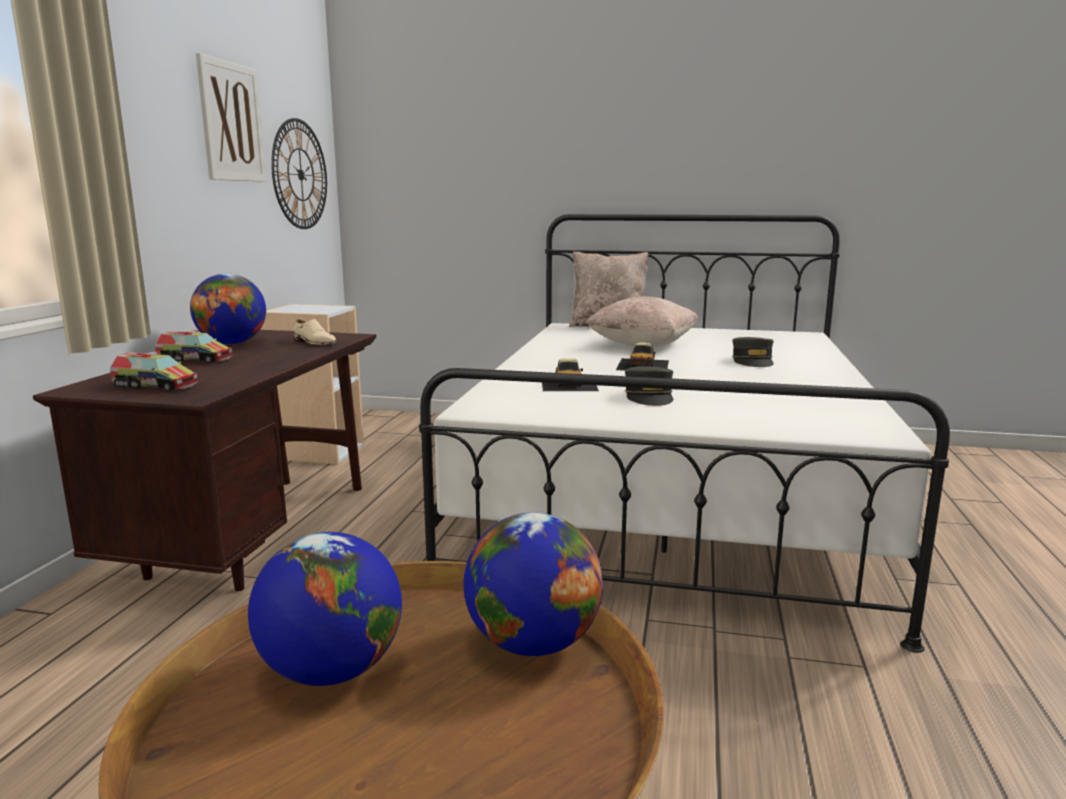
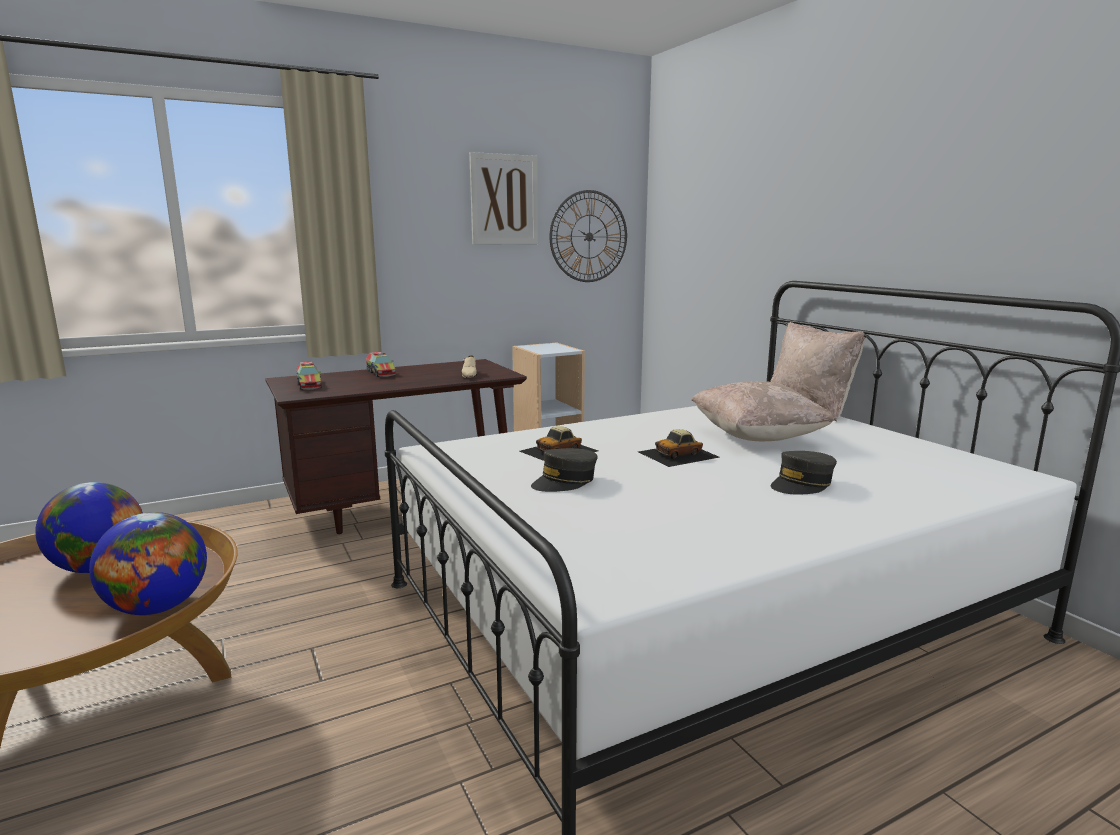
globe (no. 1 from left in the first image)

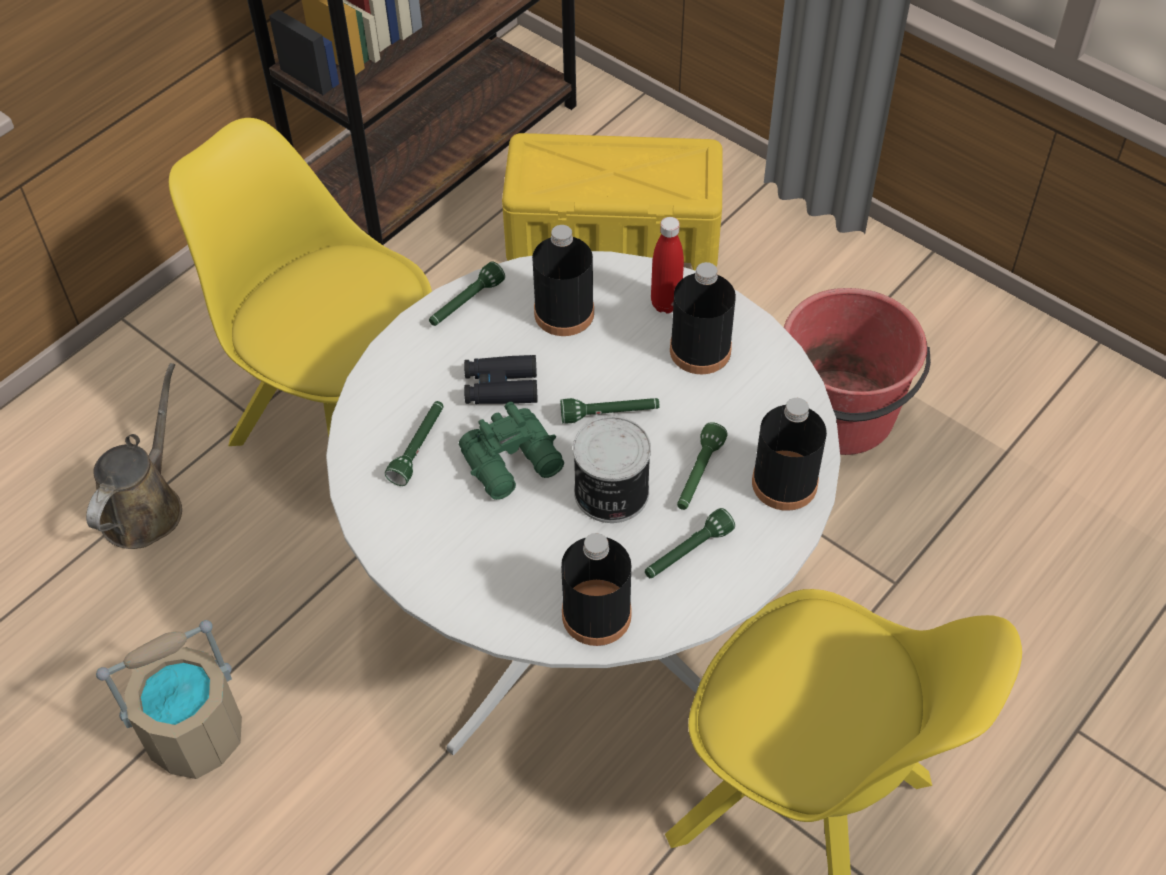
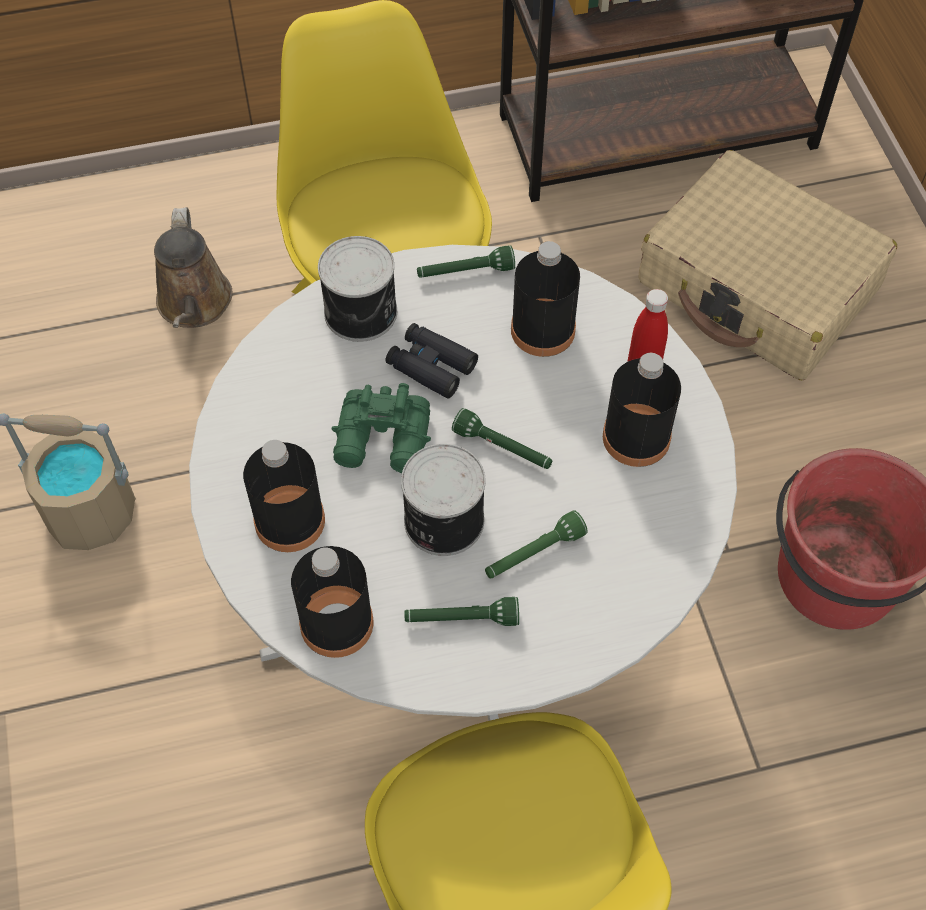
suitcase in beige
watering can in brown
bottle in black (no. 1 from left)
flashlight in green (no. 1 from left in the first image)
can (no. 1 from left)

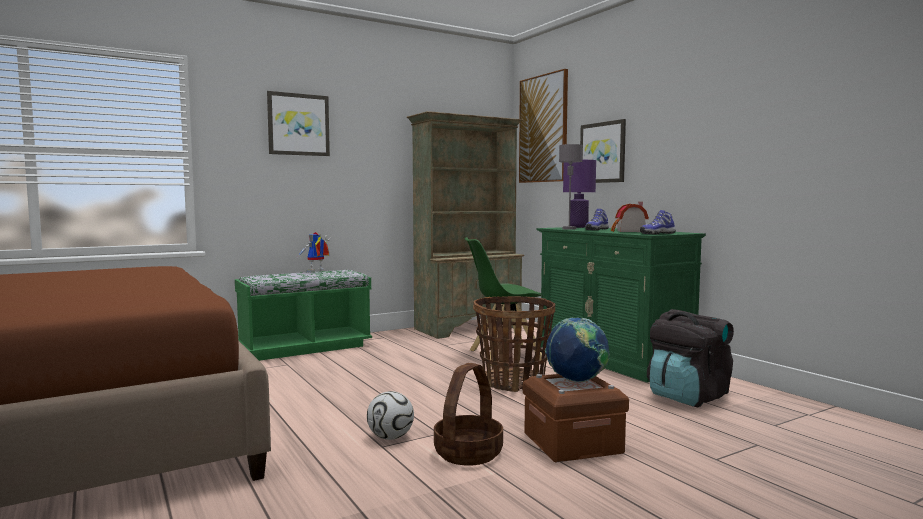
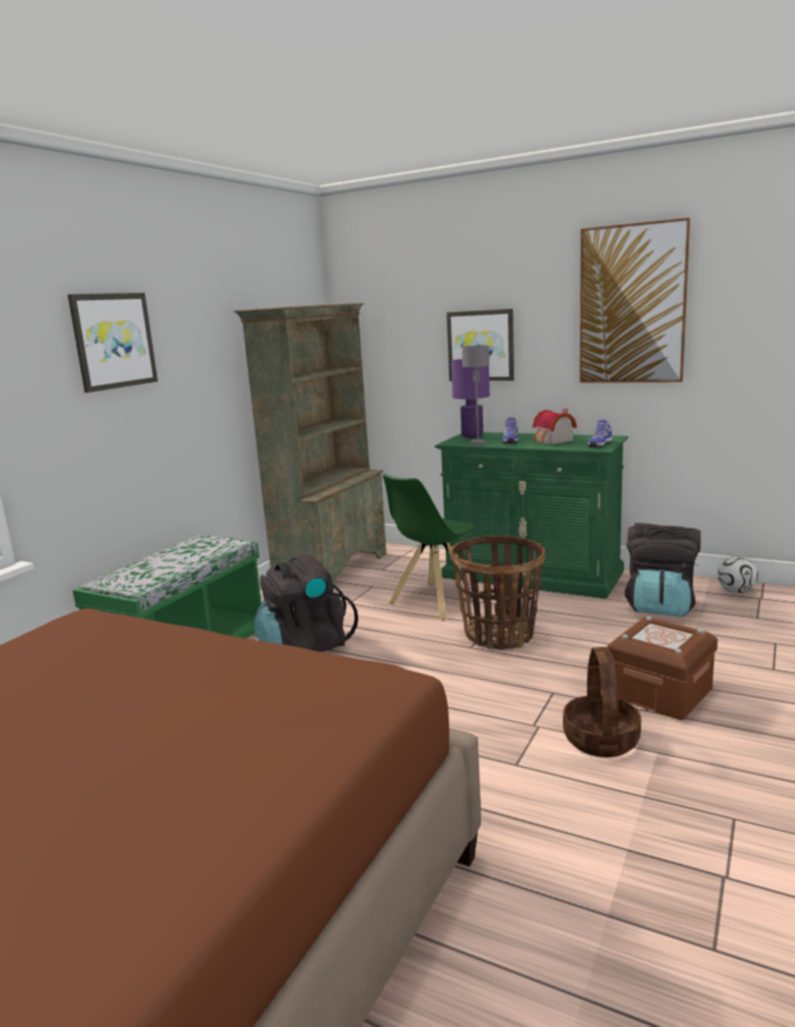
picture (no. 3 from left)
toy robot
globe
football
backpack in black (no. 1 from left)

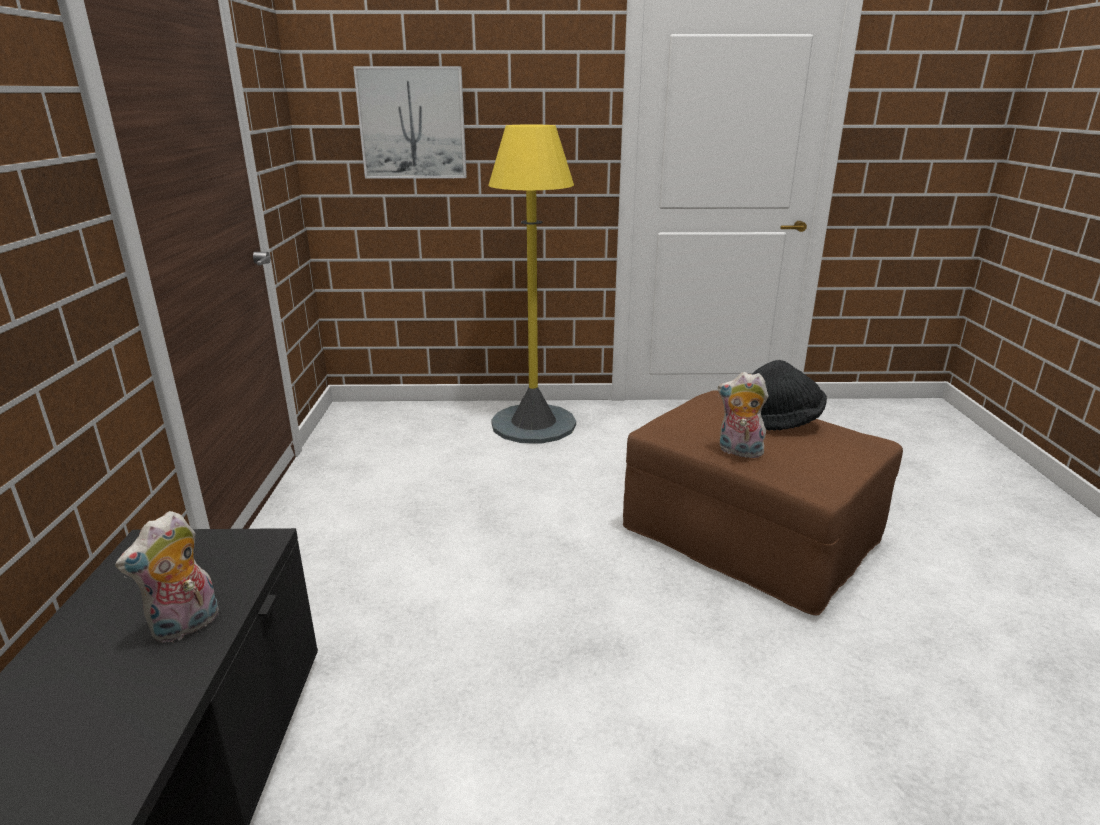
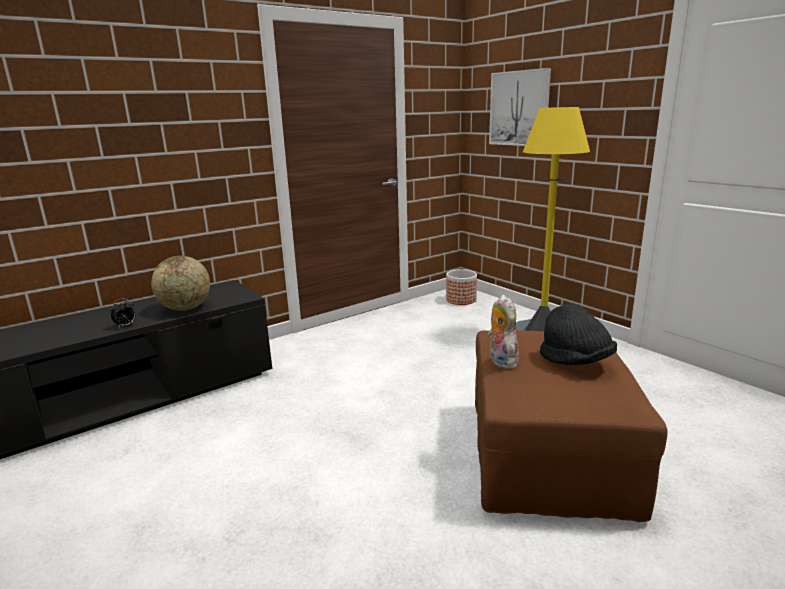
globe
planter
alarm clock

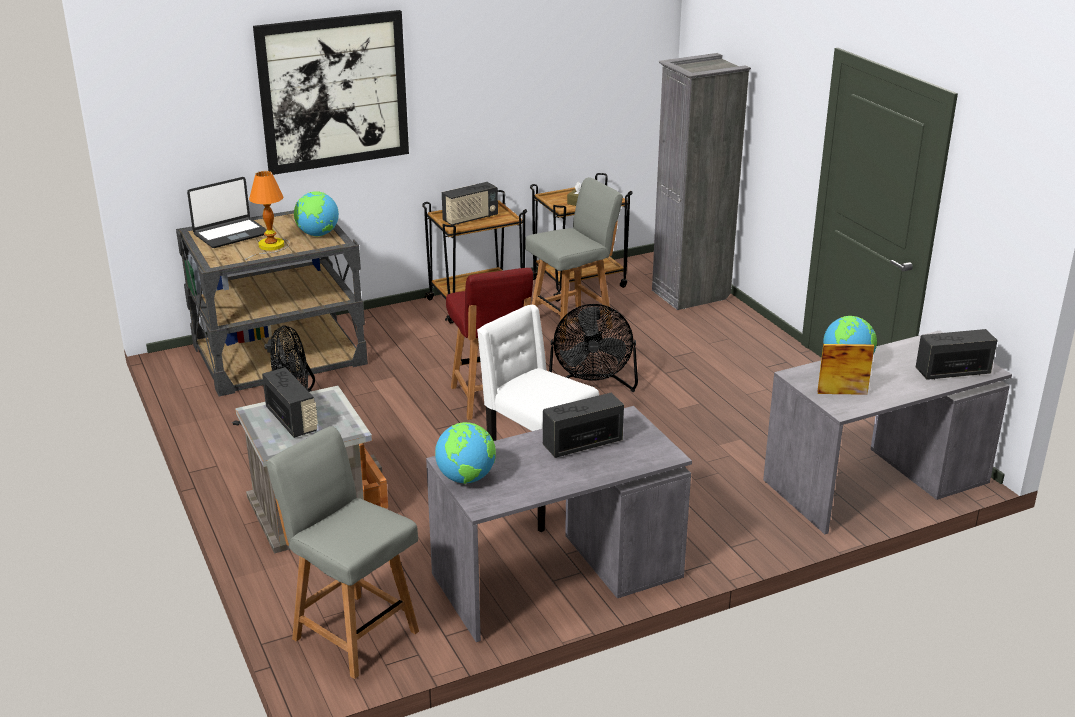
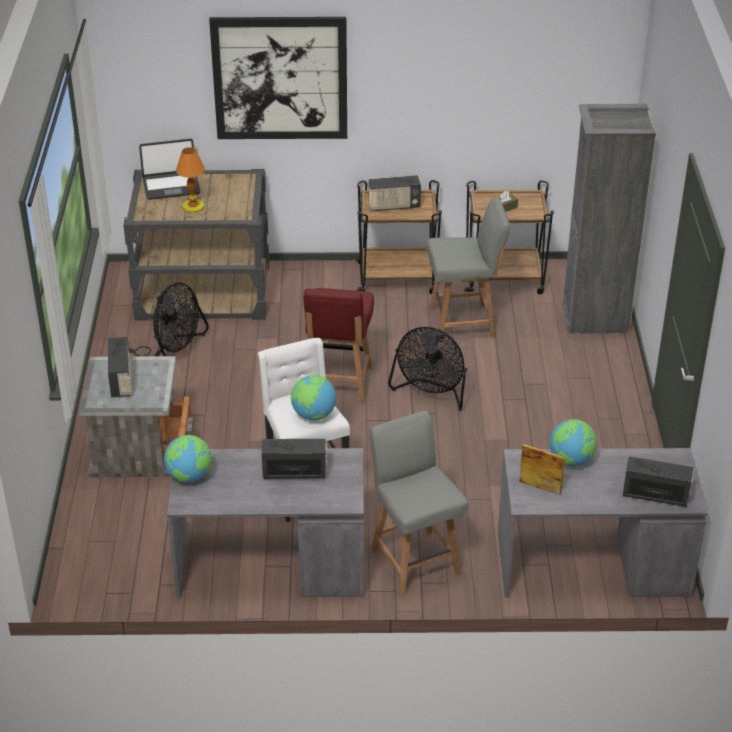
globe (no. 2 from left)
chair in grey (no. 1 from left)

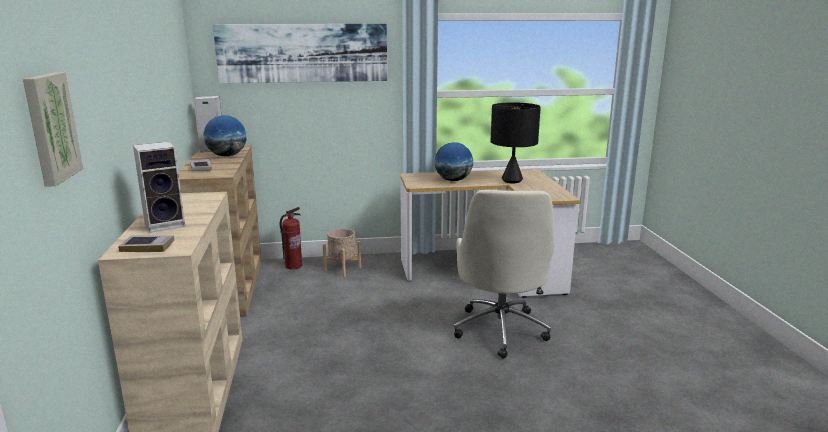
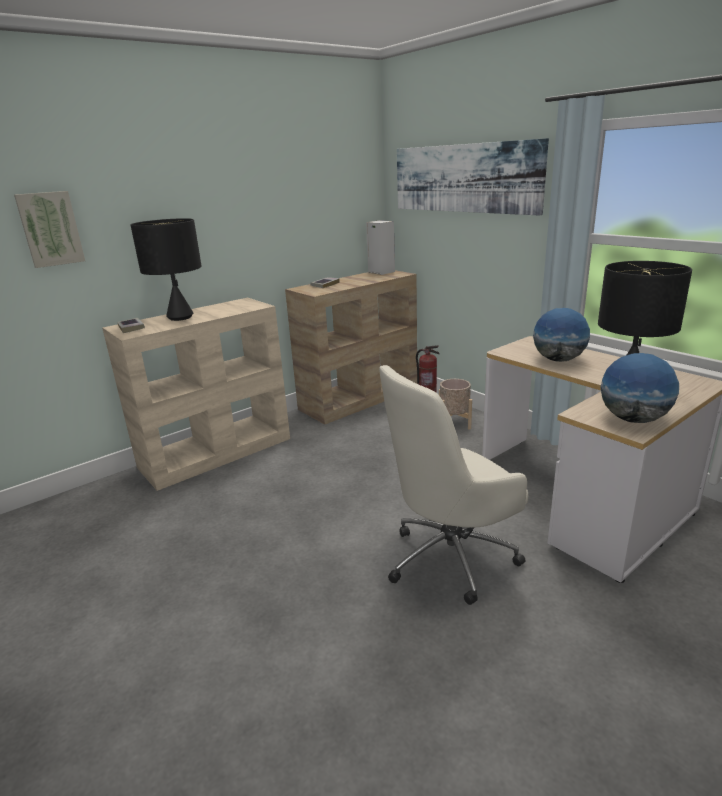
globe (no. 2 from left)
table lamp in black (no. 1 from left)

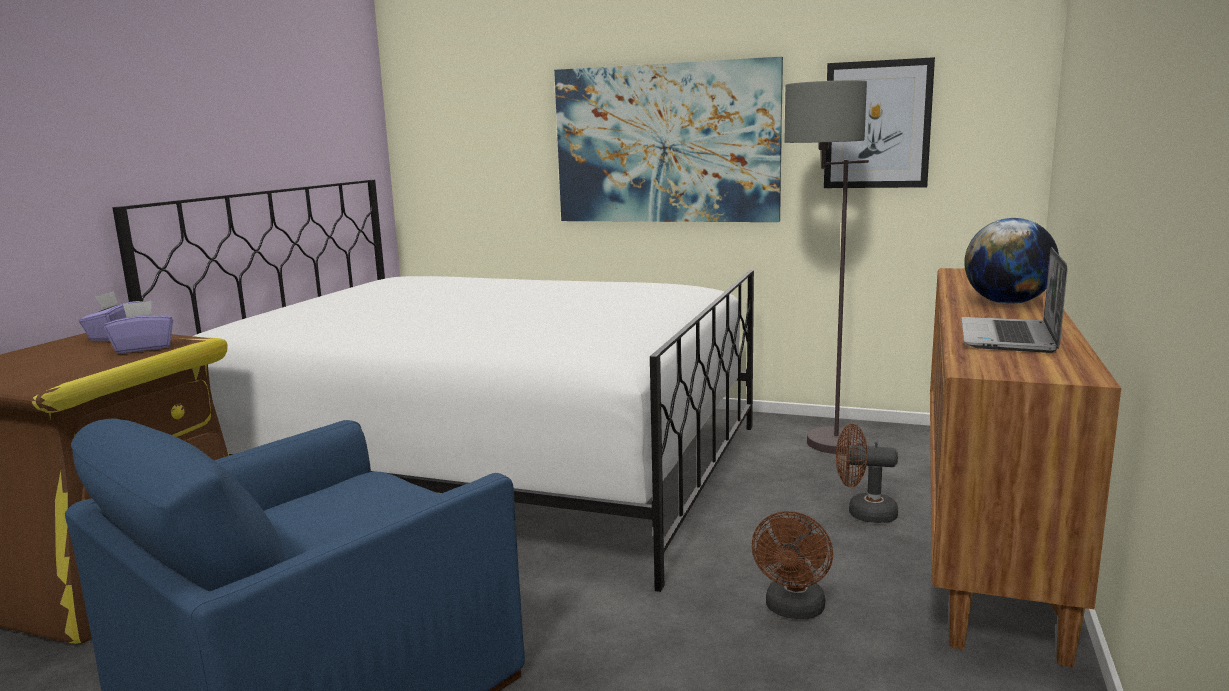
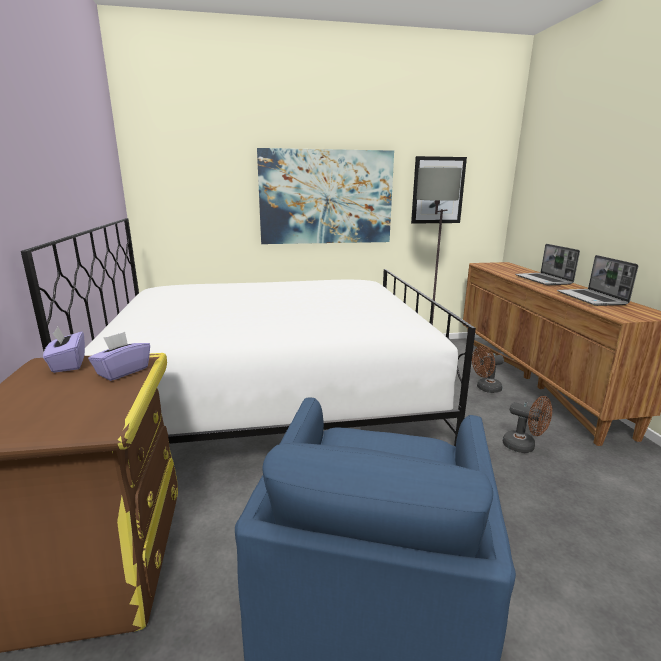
laptop (no. 1 from left)
fan in brown (no. 2 from left)

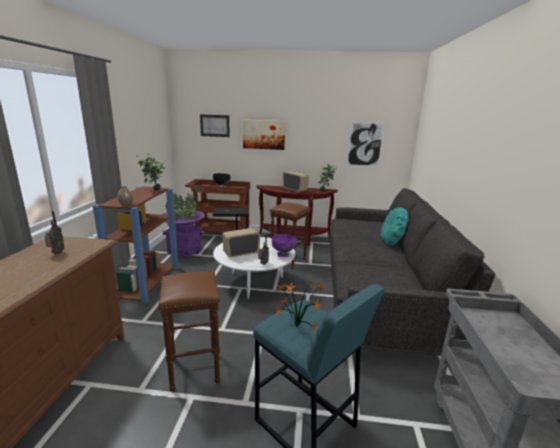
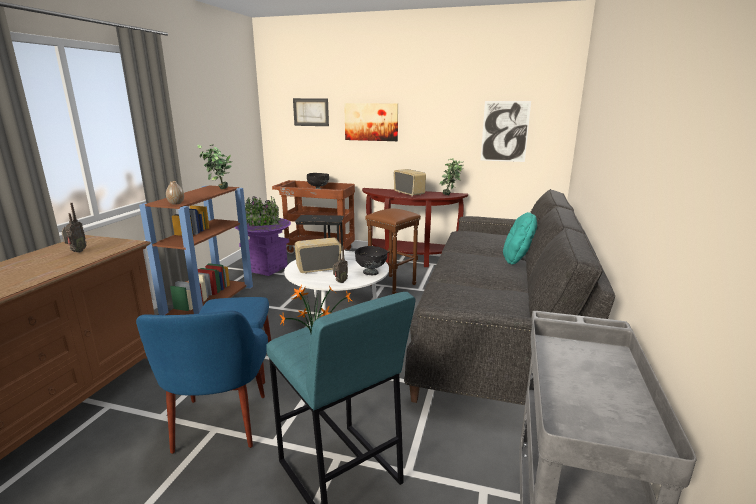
bowl in black (no. 2 from left)
armchair in blue

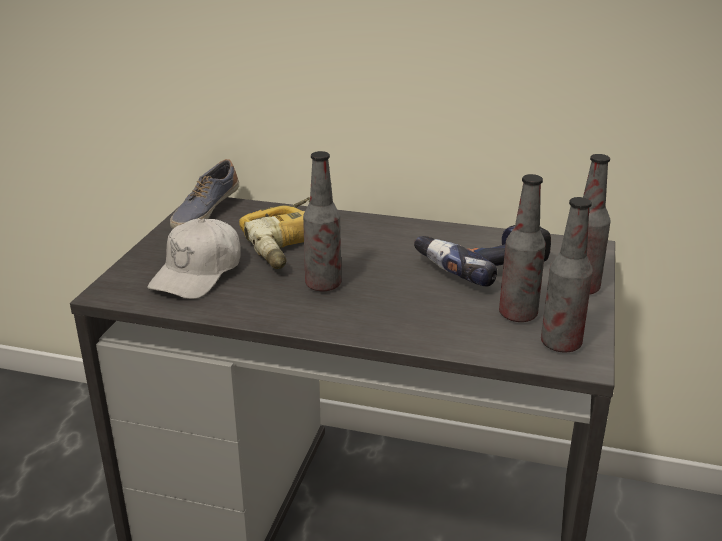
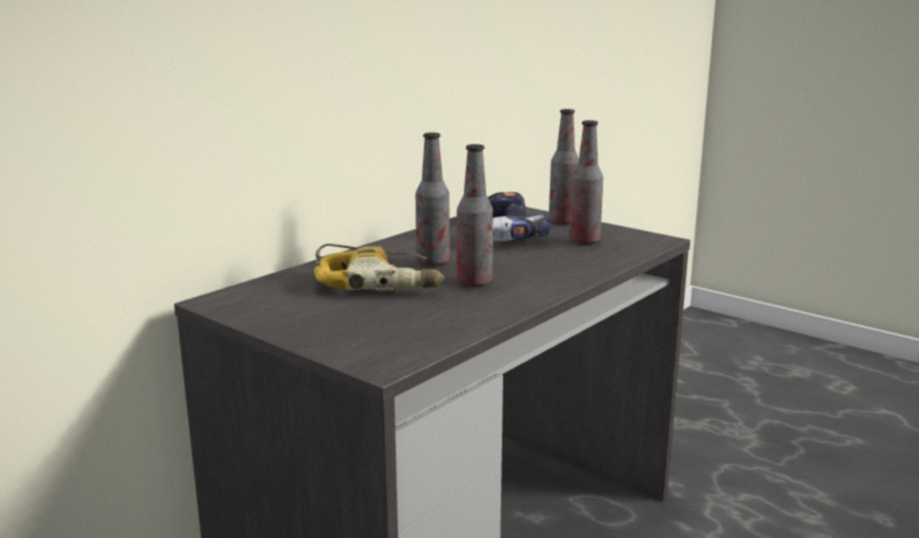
shoe
bottle (no. 1 from left)
cap in white

